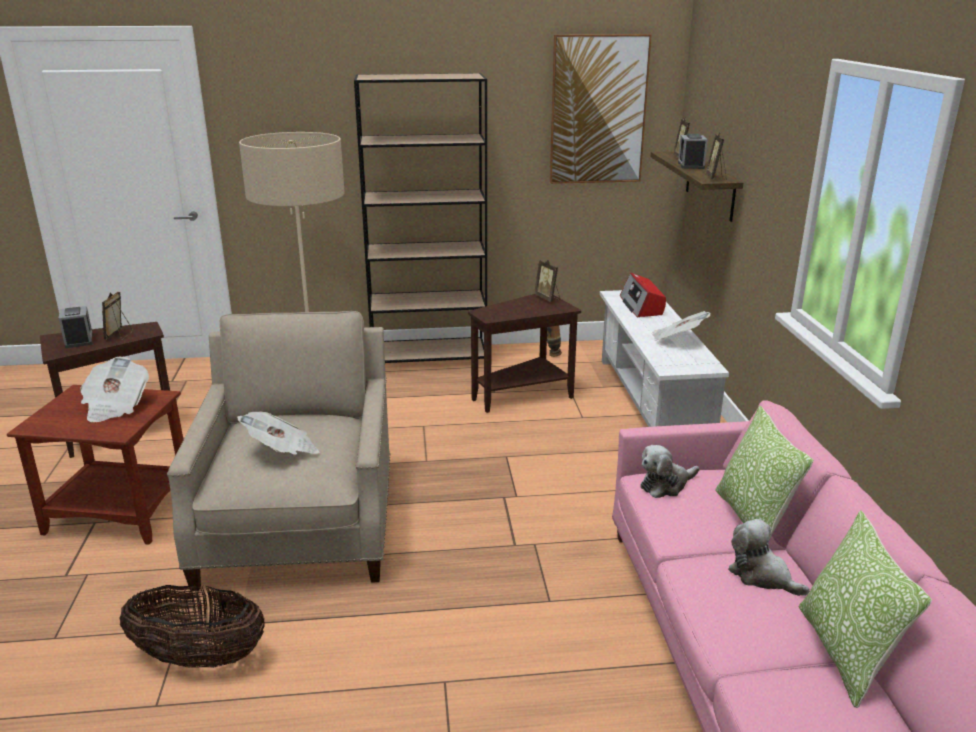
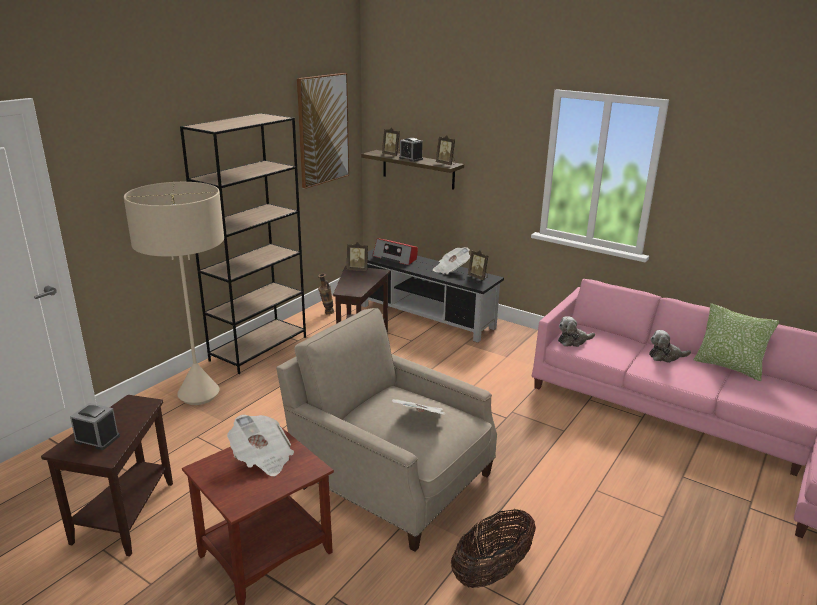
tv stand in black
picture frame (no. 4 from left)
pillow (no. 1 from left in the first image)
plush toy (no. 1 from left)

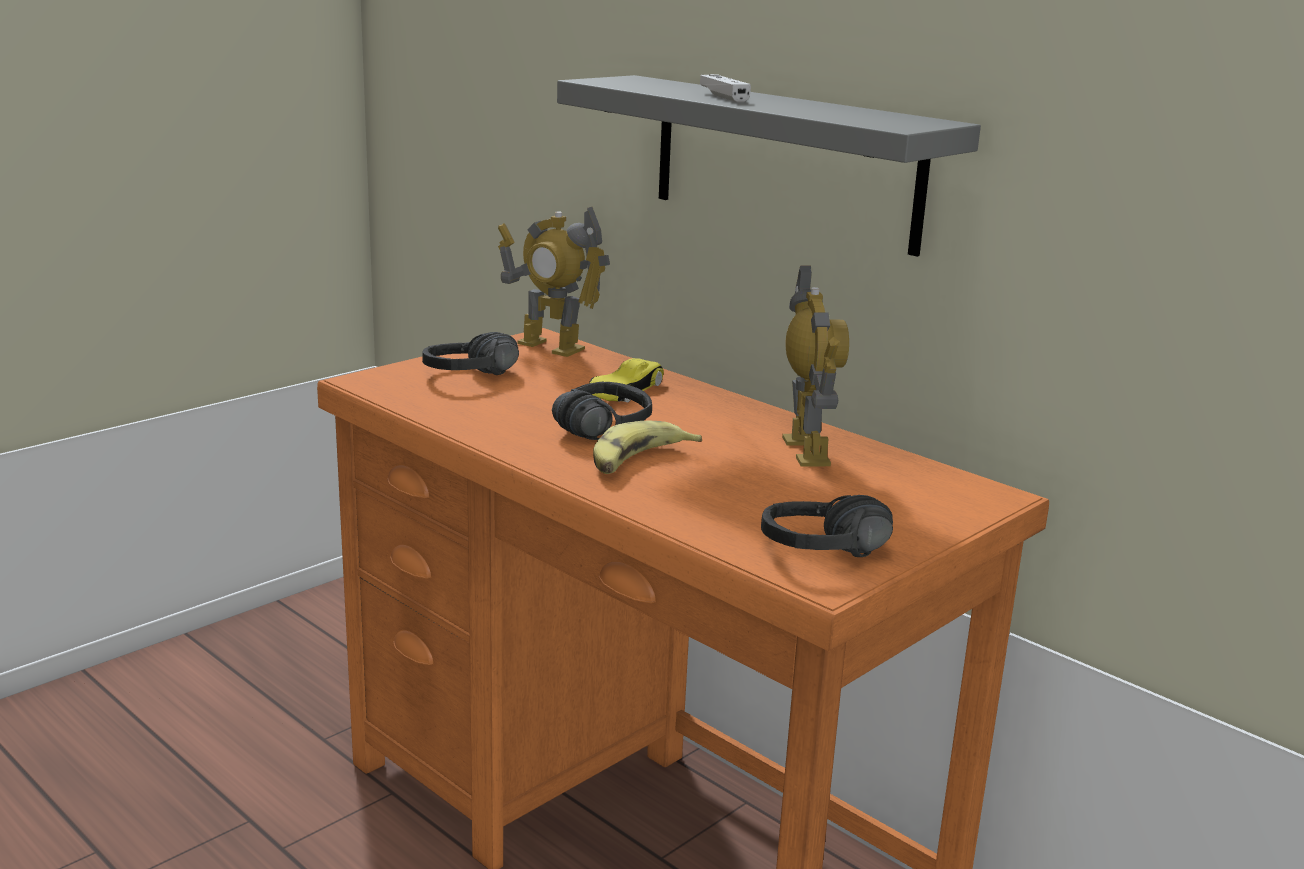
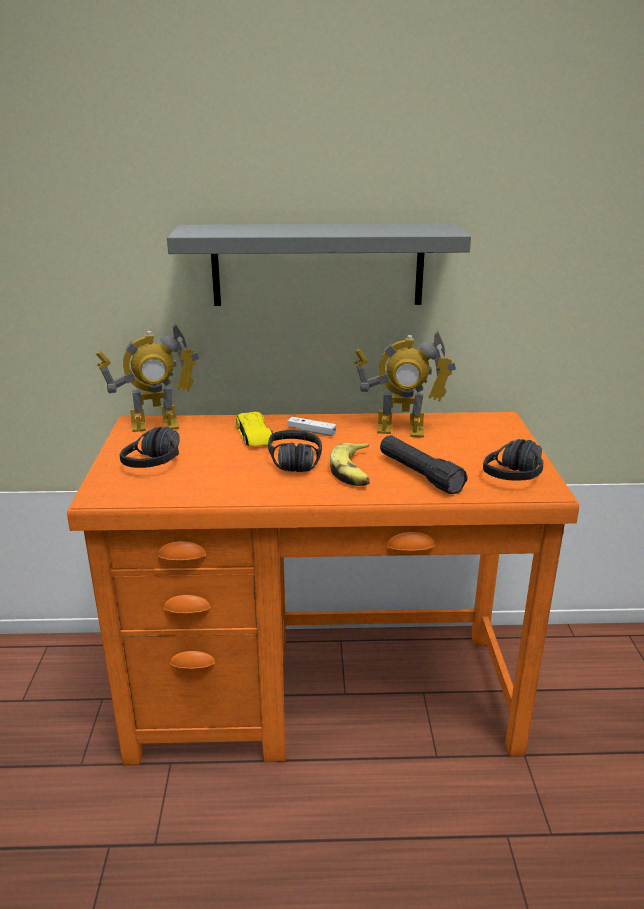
game controller in white
toy robot (no. 2 from left)
flashlight in black

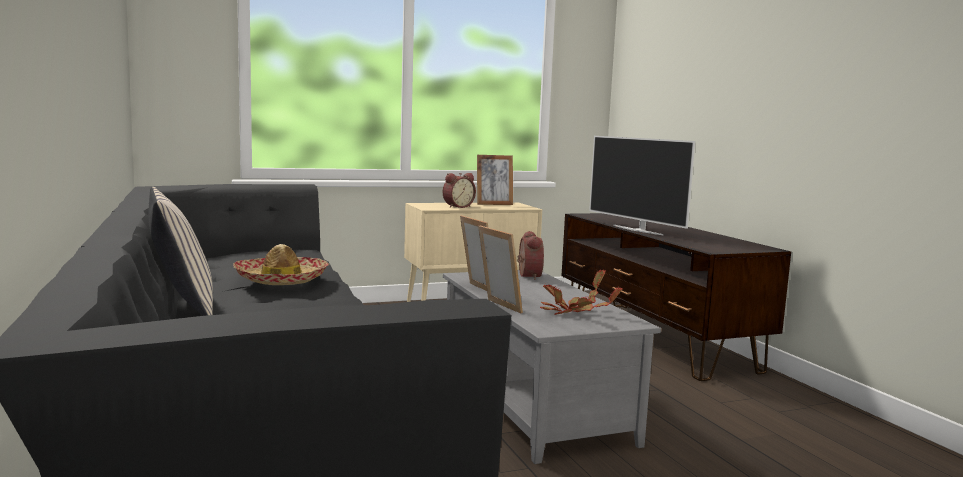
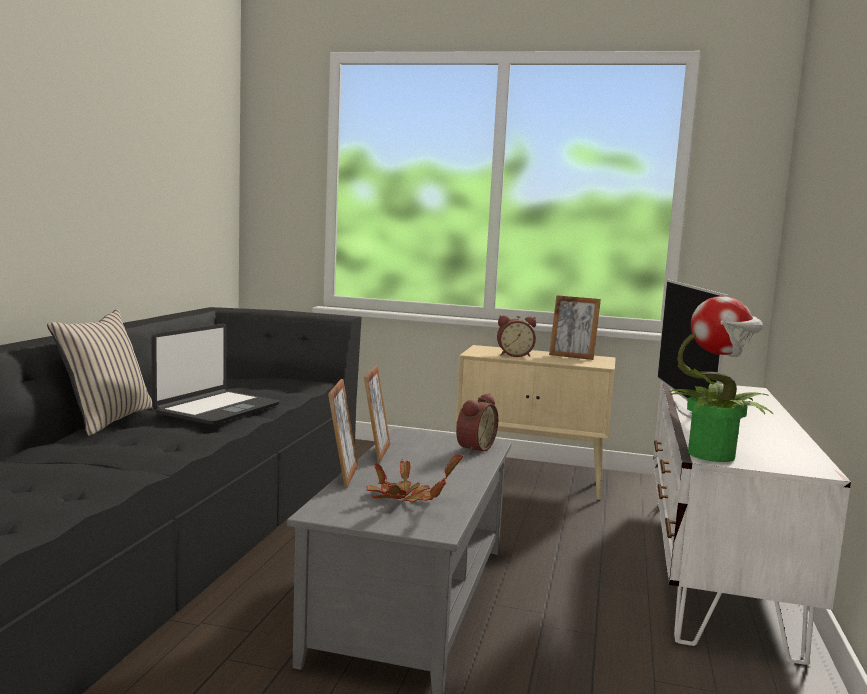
tv stand in white
laptop
potted plant (no. 2 from left)

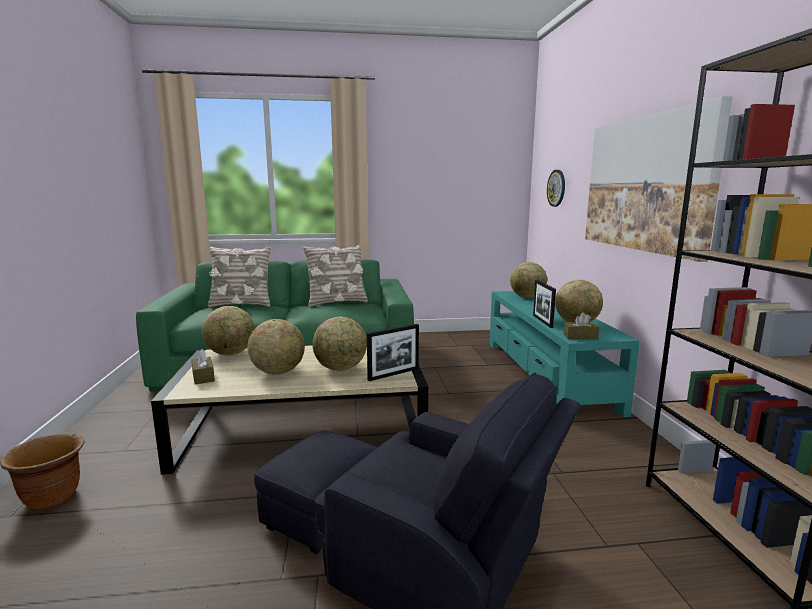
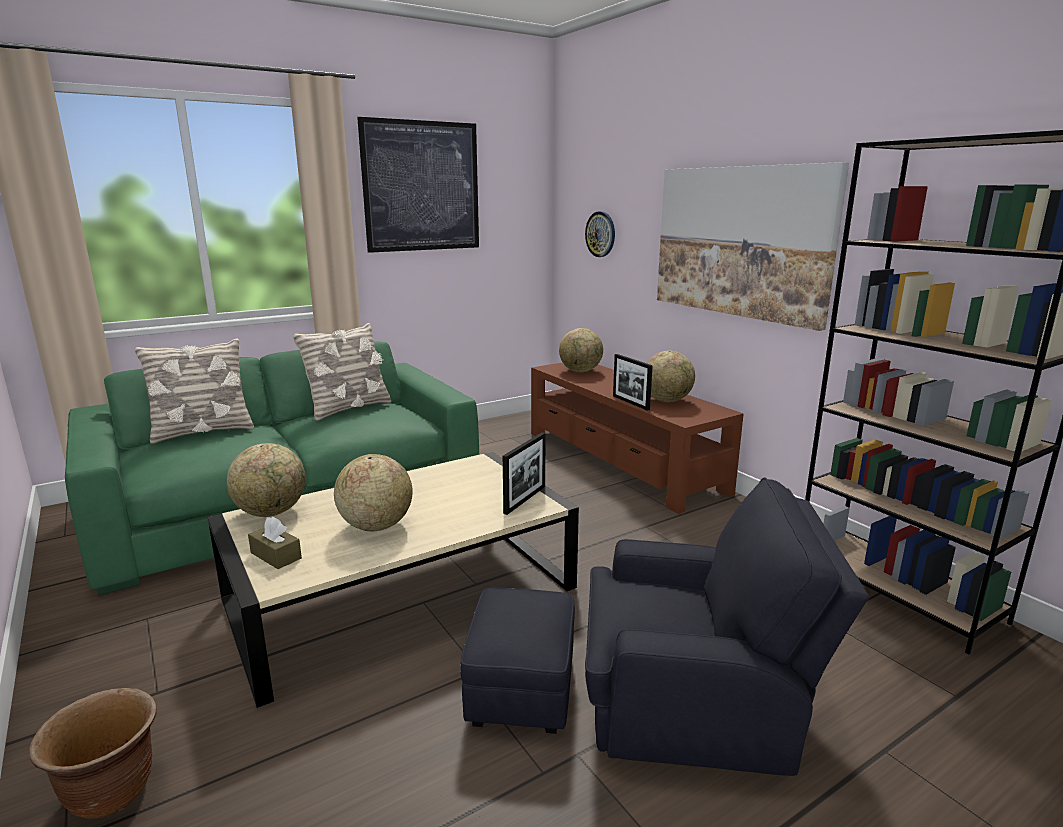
tv stand in brown
tissue box in brown (no. 2 from left in the first image)
globe (no. 3 from left in the first image)
picture (no. 1 from left)

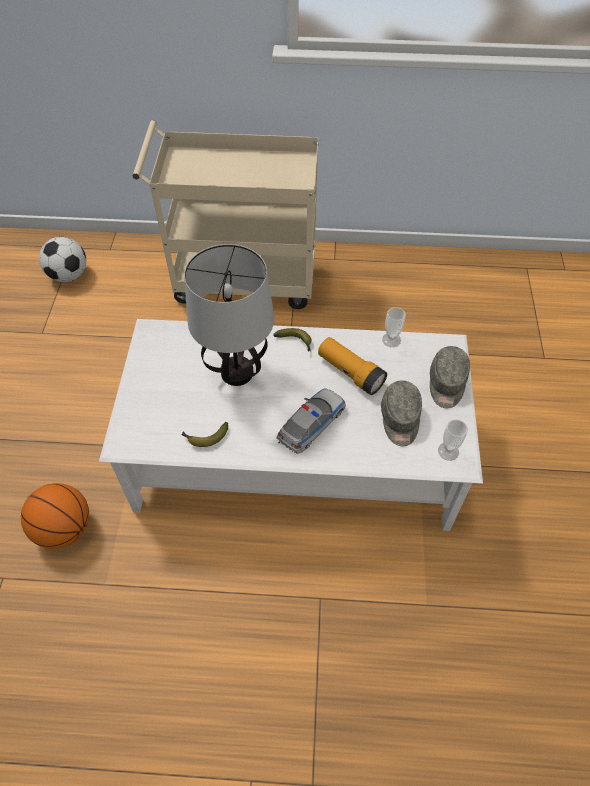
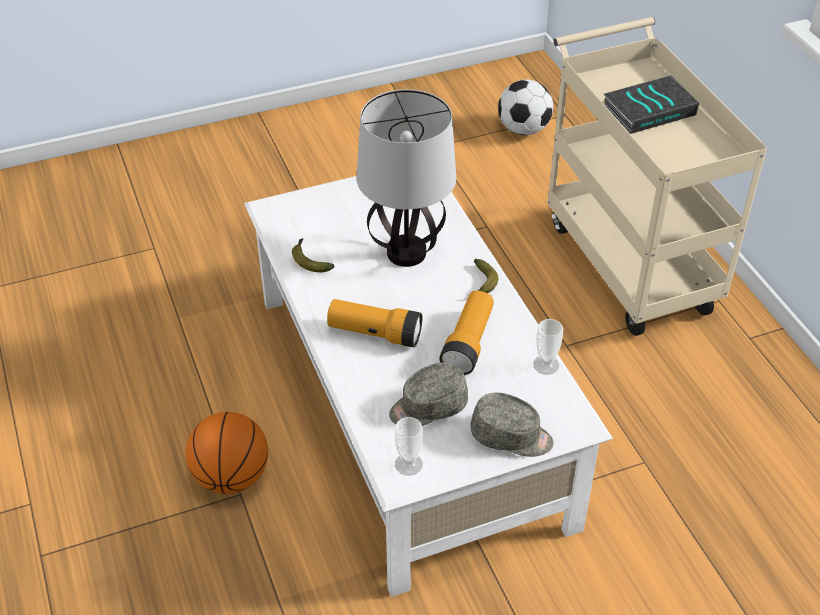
cap in grey (no. 2 from left)
flashlight (no. 1 from left)
basketball
book

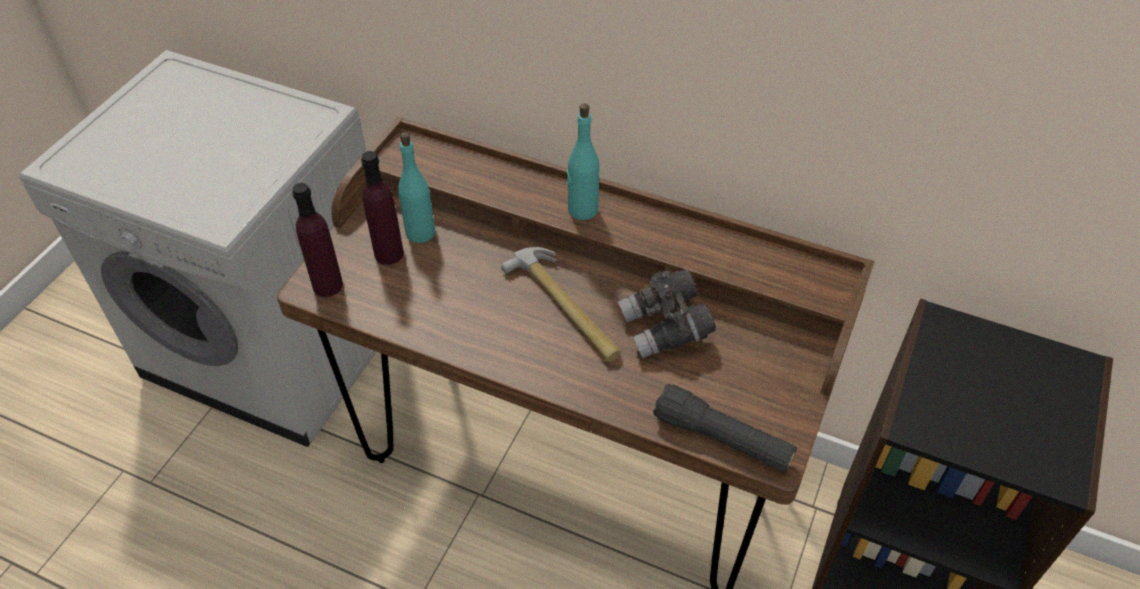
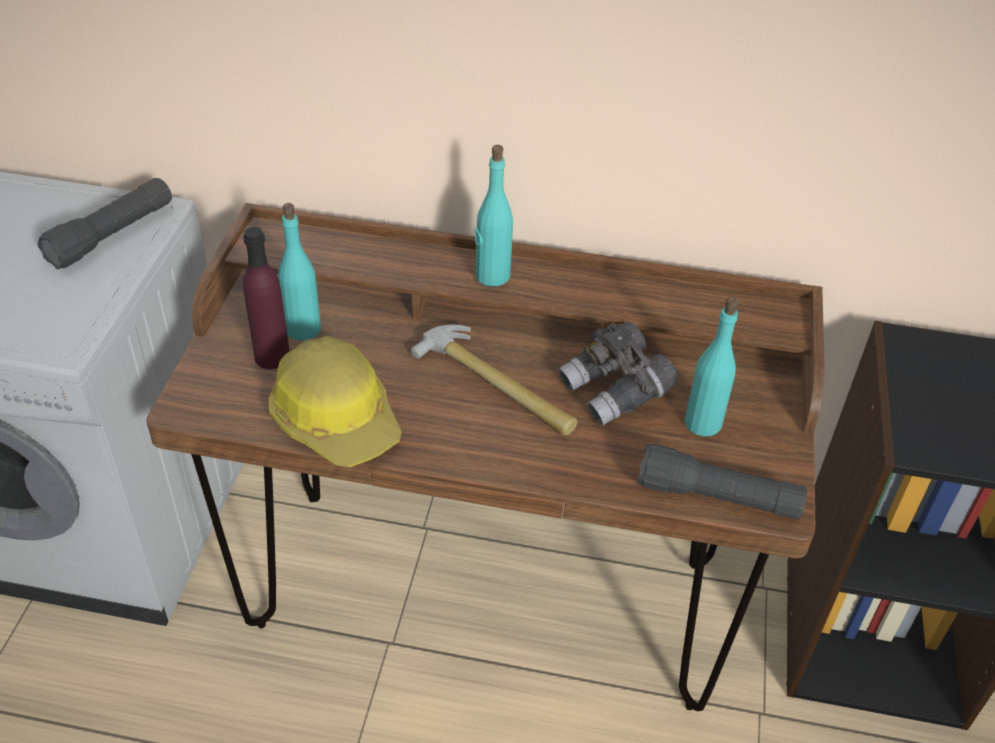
bottle in purple (no. 1 from left in the first image)
flashlight in black (no. 1 from left)
bottle in turquoise (no. 3 from left)
hard hat

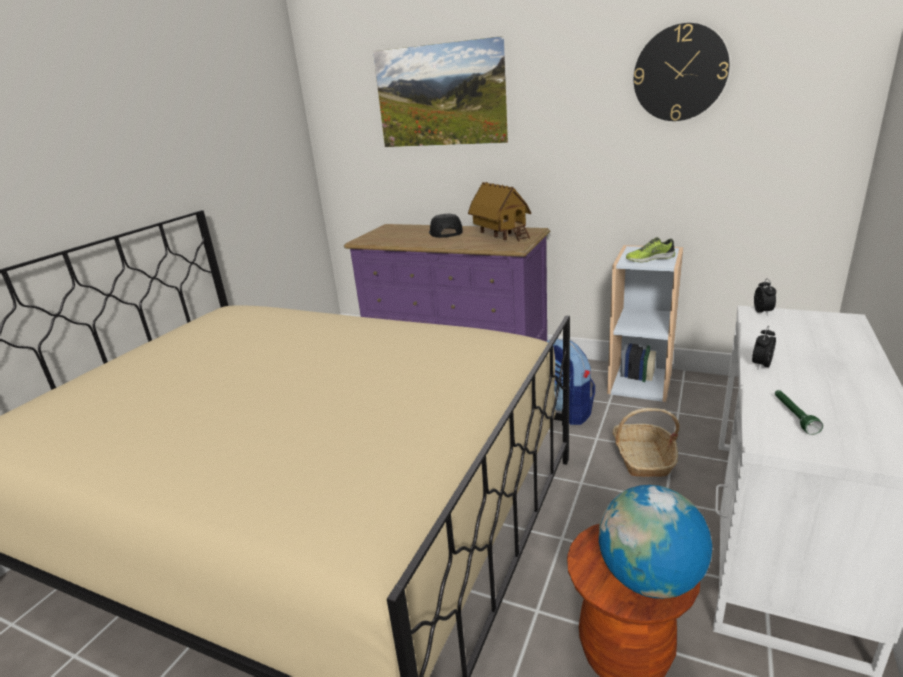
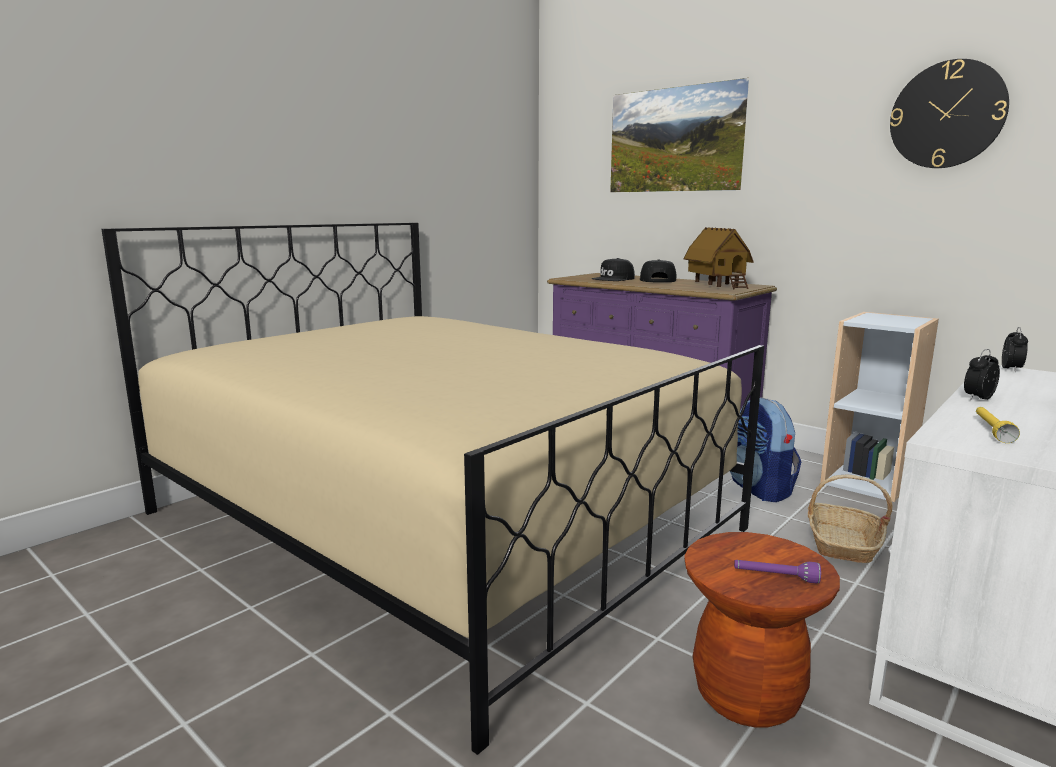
shoe
flashlight in yellow
flashlight in purple
cap in black (no. 1 from left)

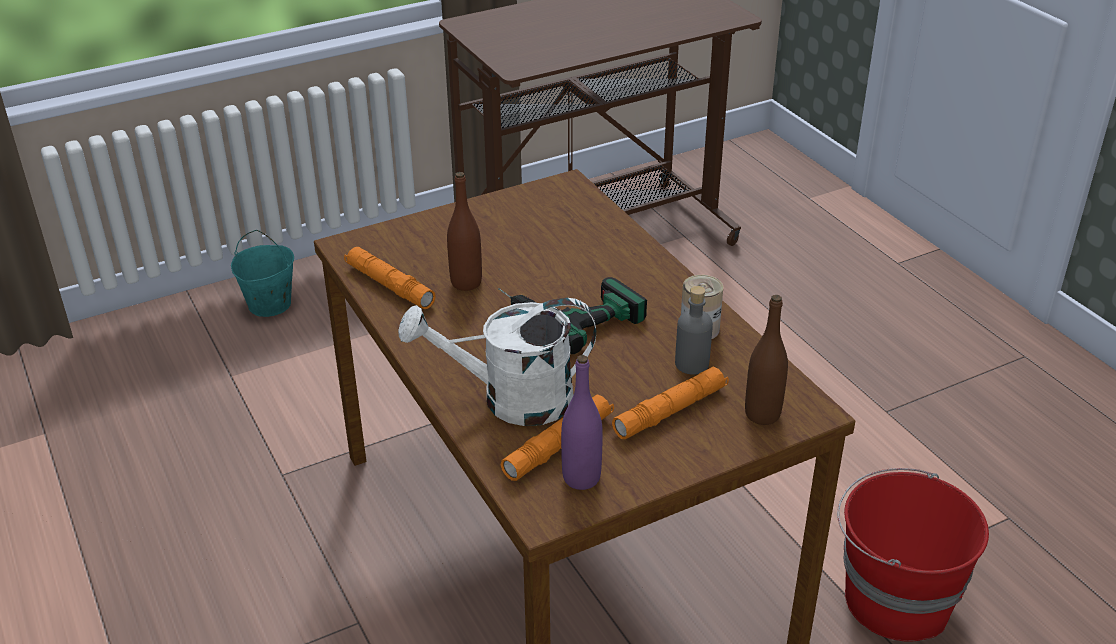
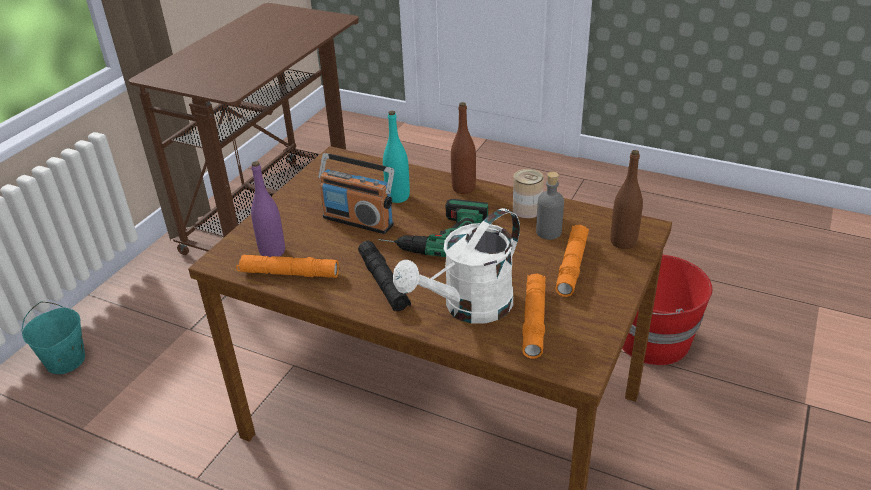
bottle in brown (no. 1 from left)
bottle in purple
bottle in turquoise
radio
flashlight in black

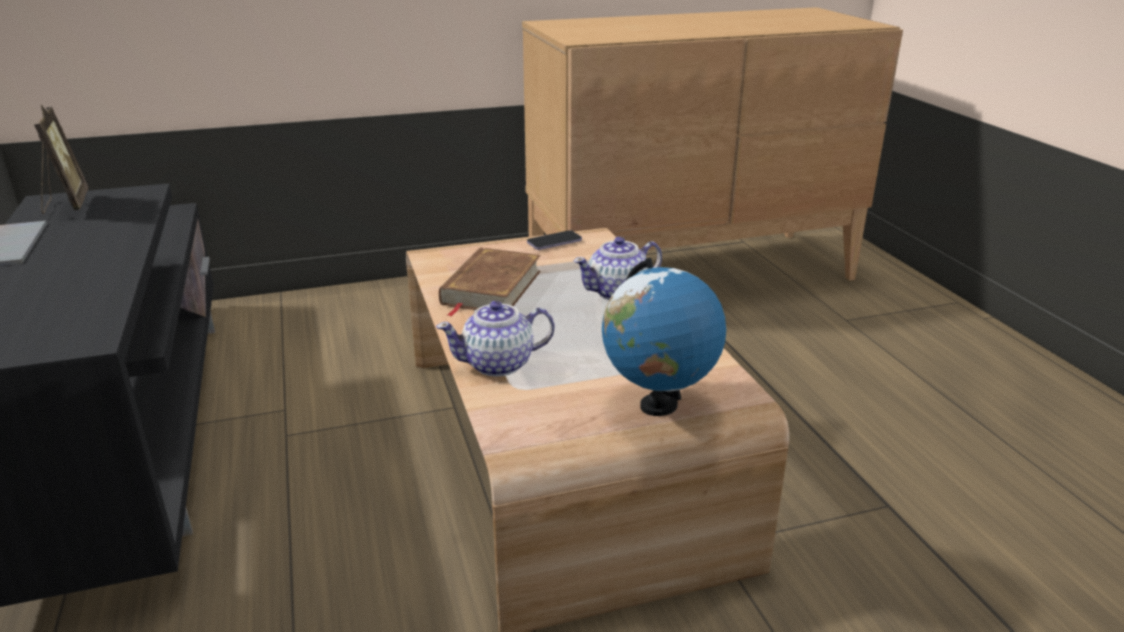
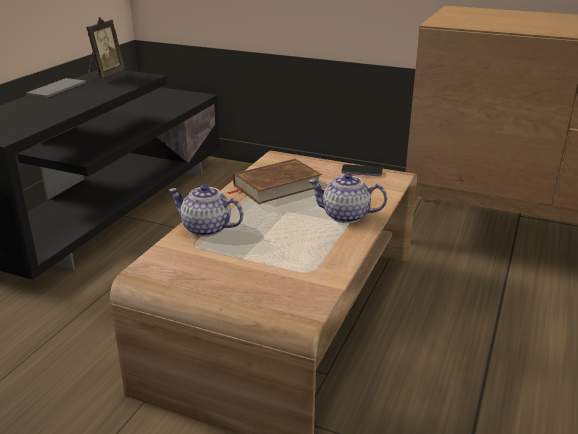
globe

